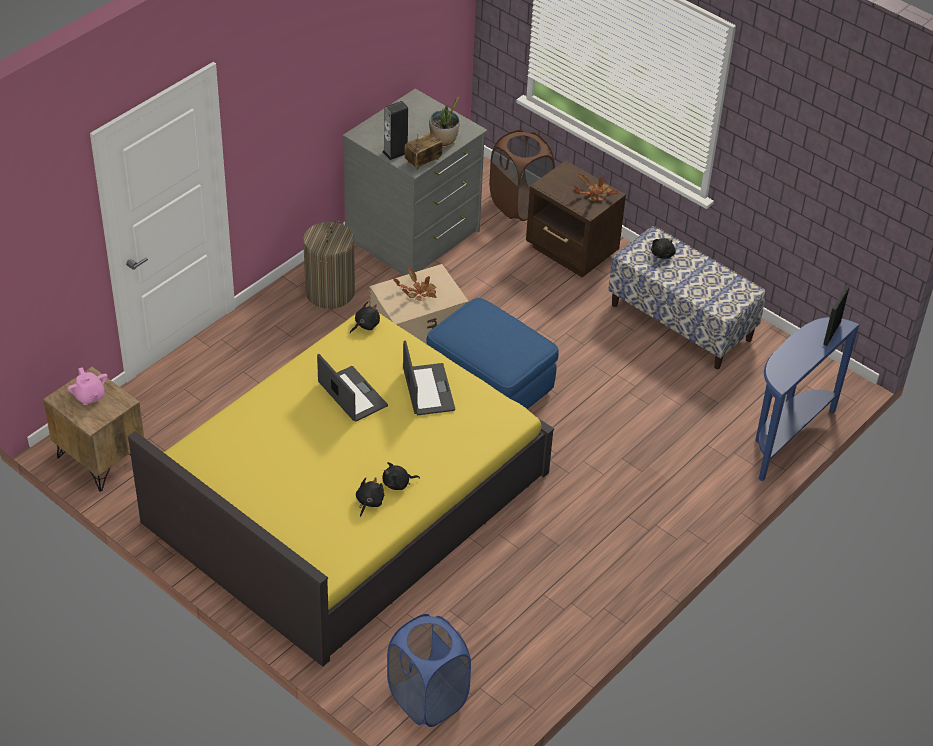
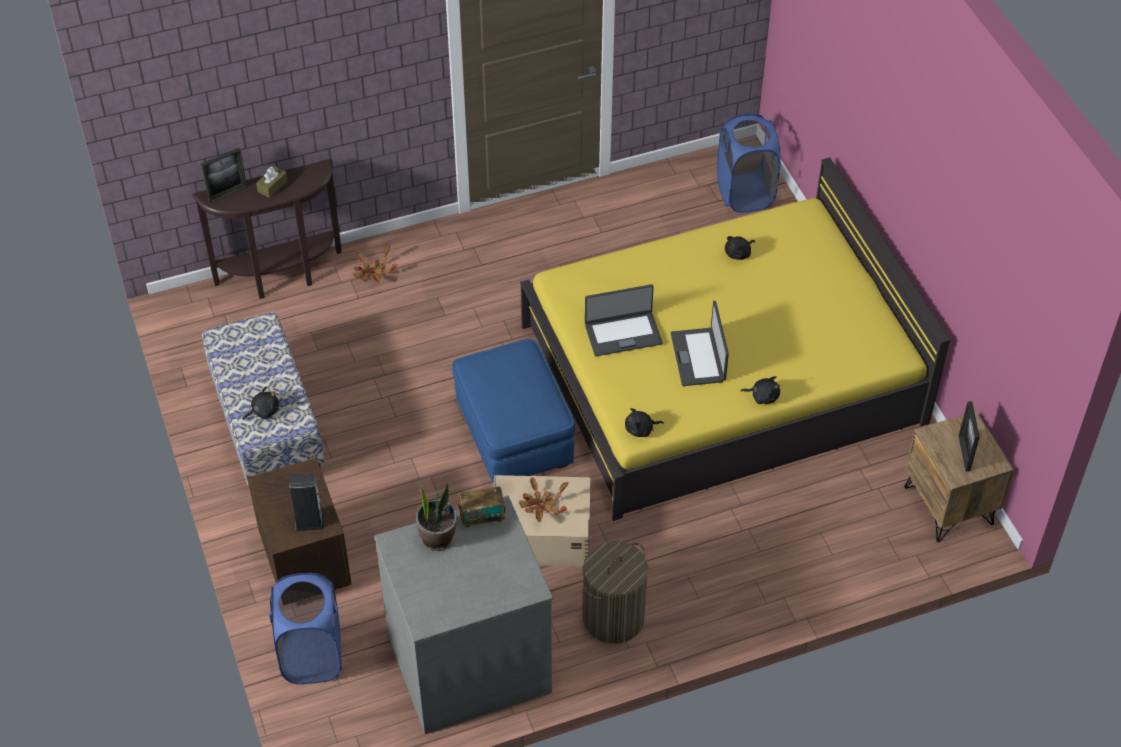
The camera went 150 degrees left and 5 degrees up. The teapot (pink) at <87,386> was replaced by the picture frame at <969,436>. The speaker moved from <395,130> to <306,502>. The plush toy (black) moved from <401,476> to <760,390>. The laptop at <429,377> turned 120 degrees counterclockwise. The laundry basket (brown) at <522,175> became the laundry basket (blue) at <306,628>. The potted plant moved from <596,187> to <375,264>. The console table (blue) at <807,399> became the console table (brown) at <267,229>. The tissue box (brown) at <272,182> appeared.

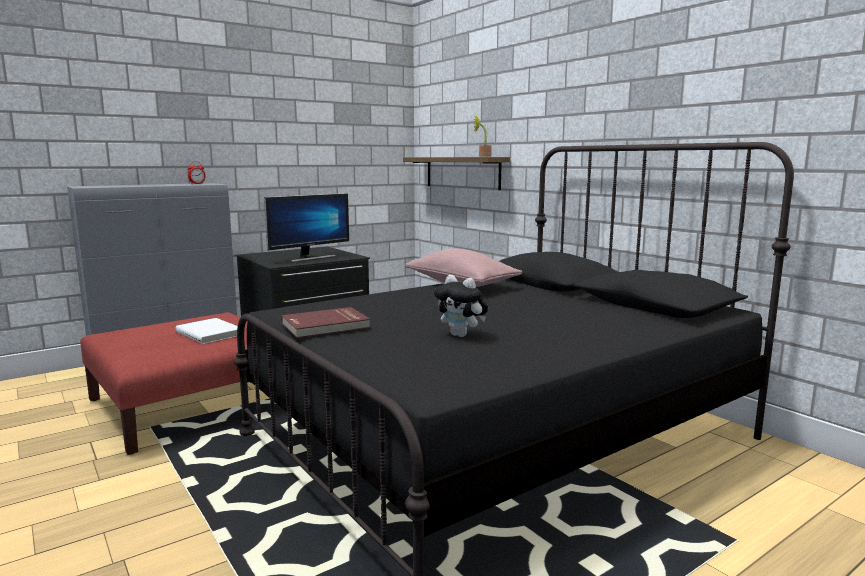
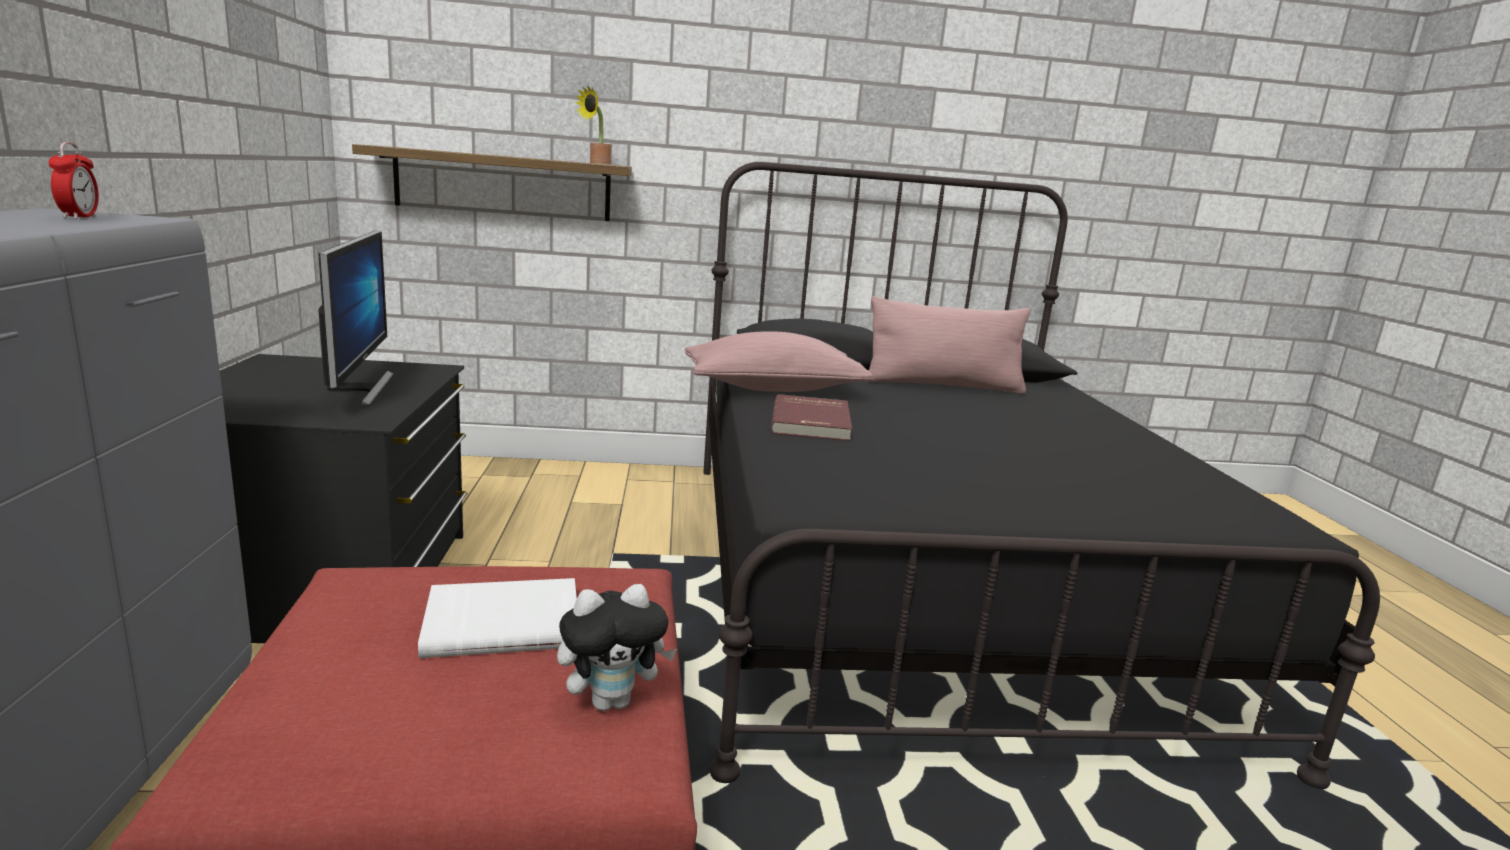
The camera went 60 degrees left and 5 degrees up. The book (red) moved from <326,322> to <811,417>. The plush toy moved from <461,306> to <617,647>. The pillow (pink) at <947,345> appeared.

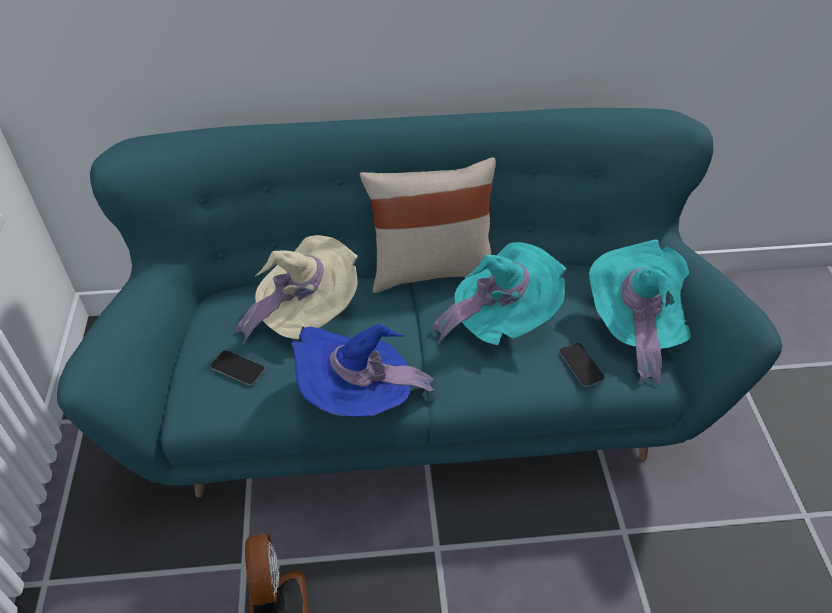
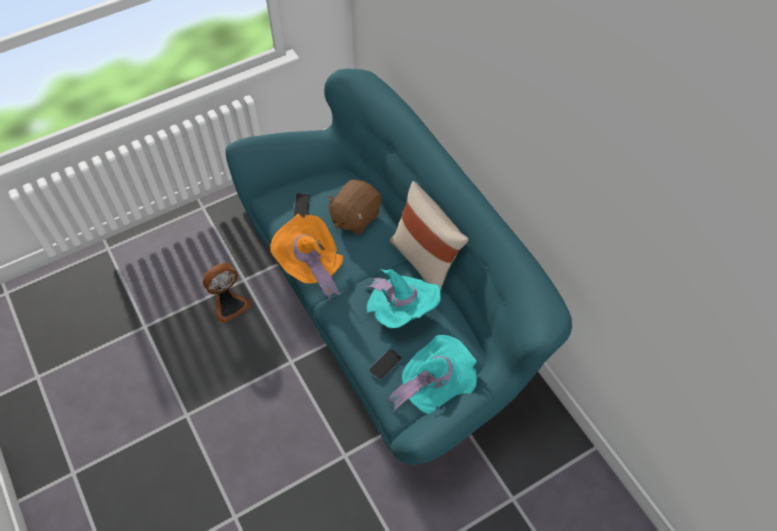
The camera went 65 degrees right and 10 degrees up. The hat (beige) at <296,290> was replaced by the plush toy (brown) at <354,207>. The hat (blue) at <365,370> became the hat (orange) at <306,257>.

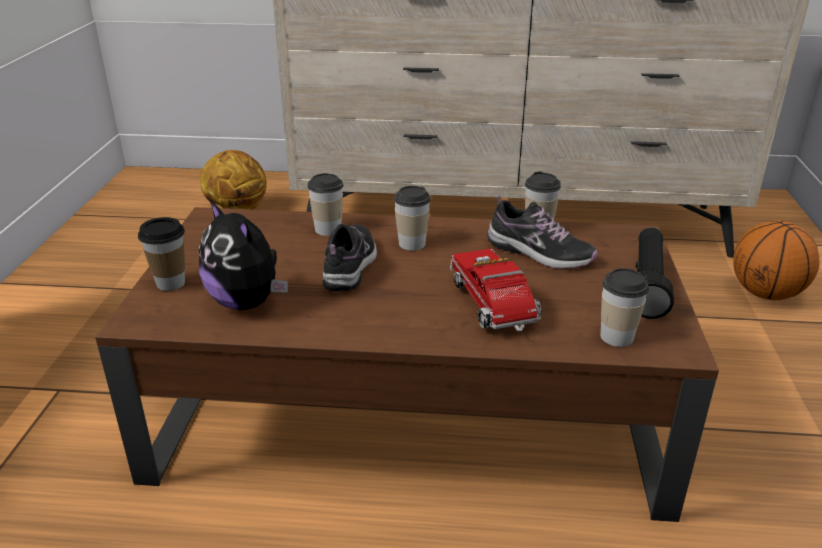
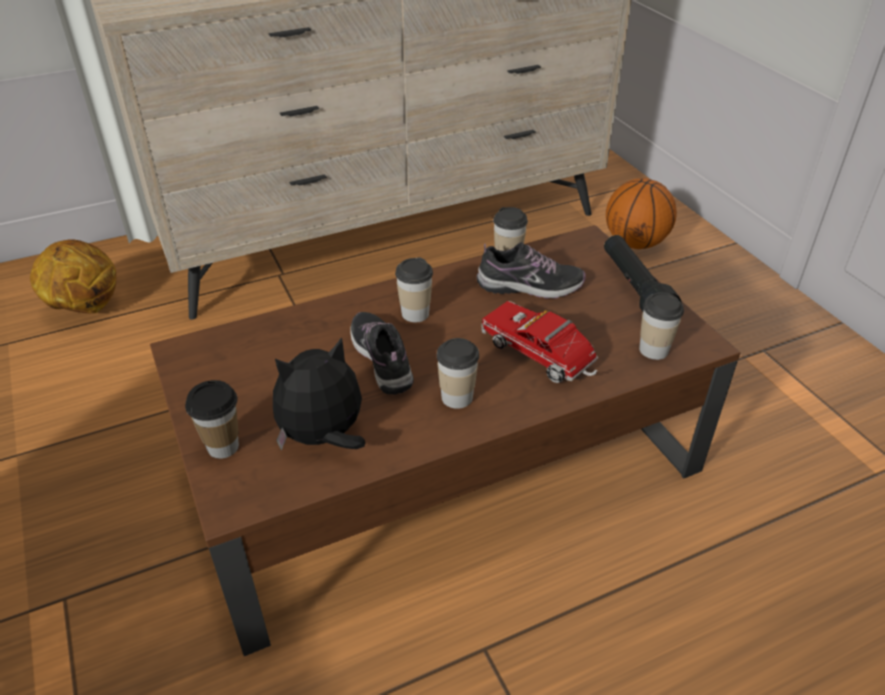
The camera went 30 degrees left and 10 degrees up. The plush toy at <243,254> turned 135 degrees clockwise. The cup moved from <325,204> to <458,373>.

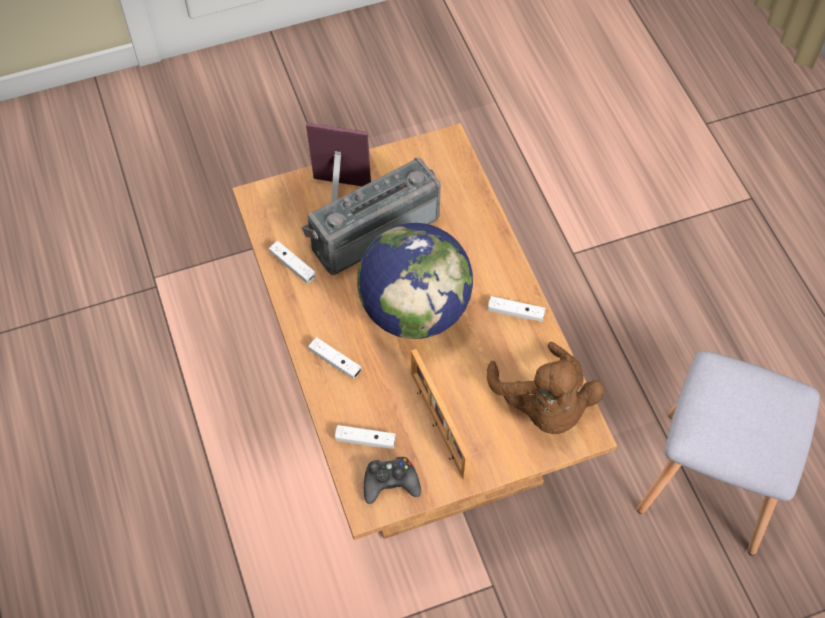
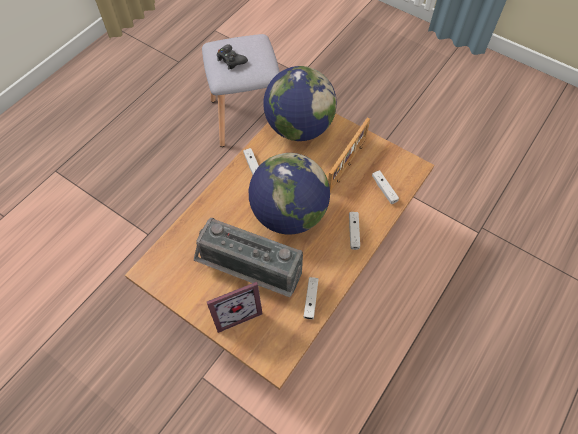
The camera went 125 degrees left and 0 degrees up. The picture frame at <338,162> turned 90 degrees counterclockwise. The game controller (black) moved from <392,480> to <232,57>. The plush toy (brown) at <546,388> was replaced by the globe at <300,103>.

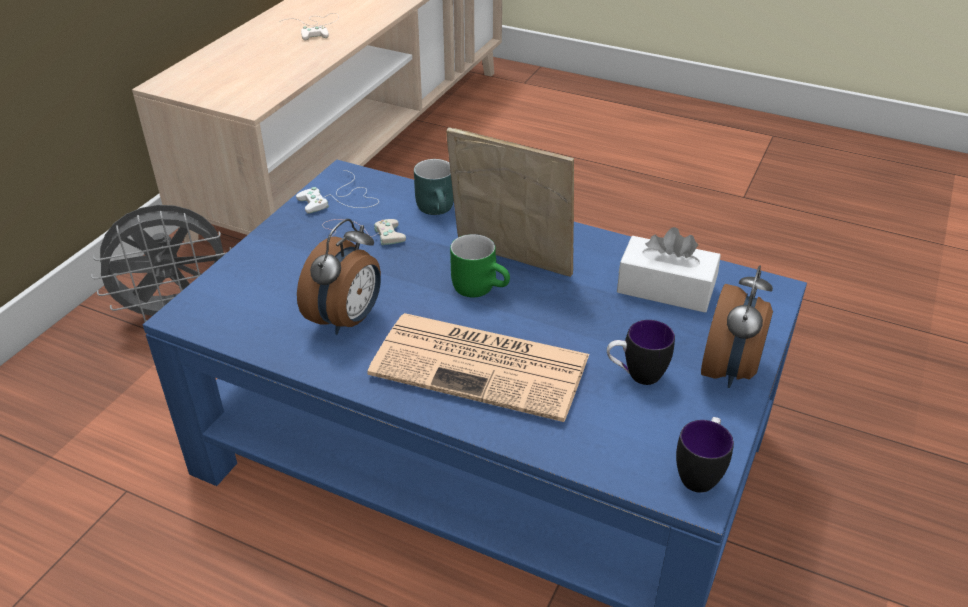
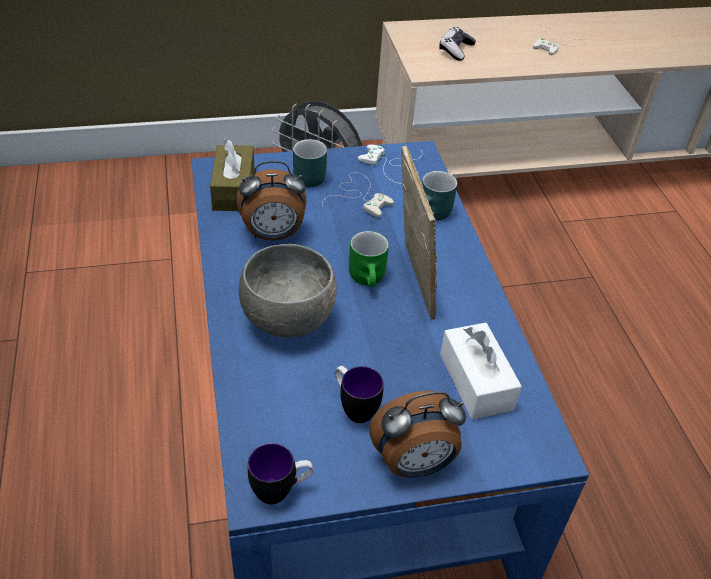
The camera went 50 degrees right and 5 degrees up. The newspaper at <479,367> was replaced by the bowl (grey) at <288,291>. The tissue box (brown) at <232,175> appeared. The mug (turquoise) at <310,163> appeared. The game controller at <457,44> appeared.

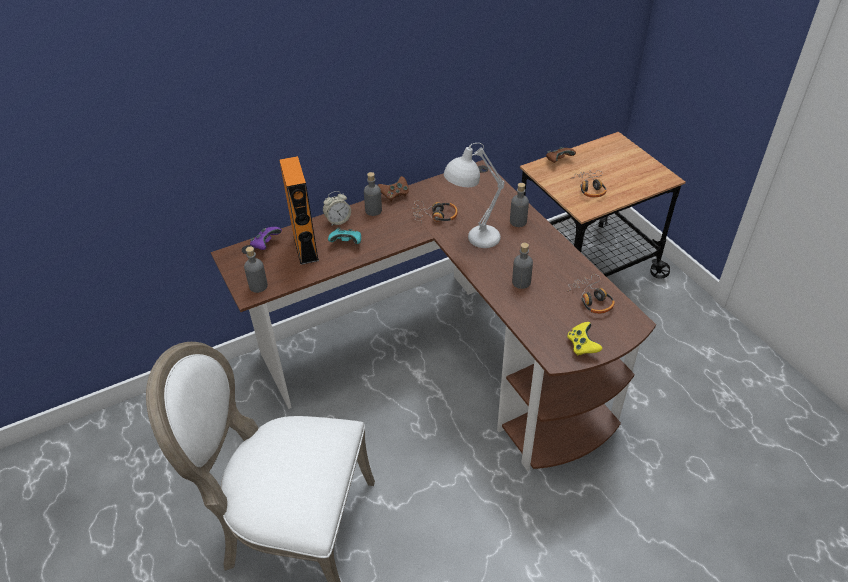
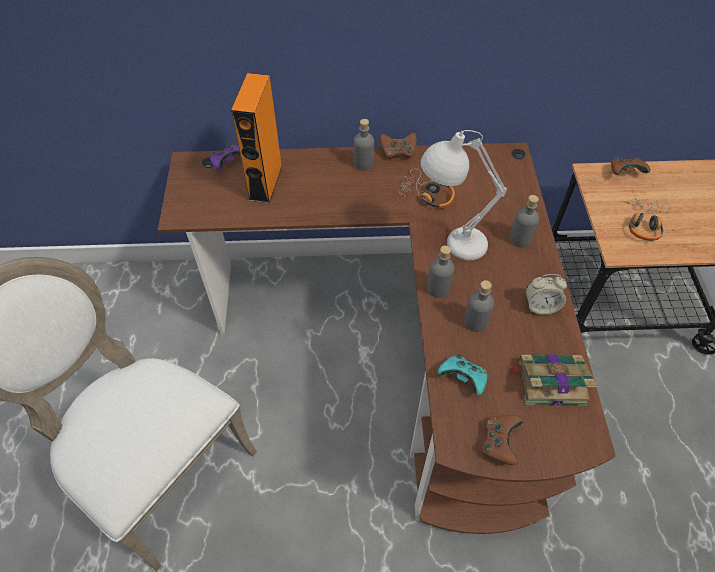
The camera went 25 degrees right and 10 degrees up. The bottle (grey) moved from <256,270> to <440,272>. The alarm clock moved from <337,208> to <546,294>. The game controller (turquoise) moved from <344,236> to <462,374>. The headphones at <590,294> was replaced by the book at <553,380>. The game controller (yellow) at <585,339> became the game controller (brown) at <503,440>.

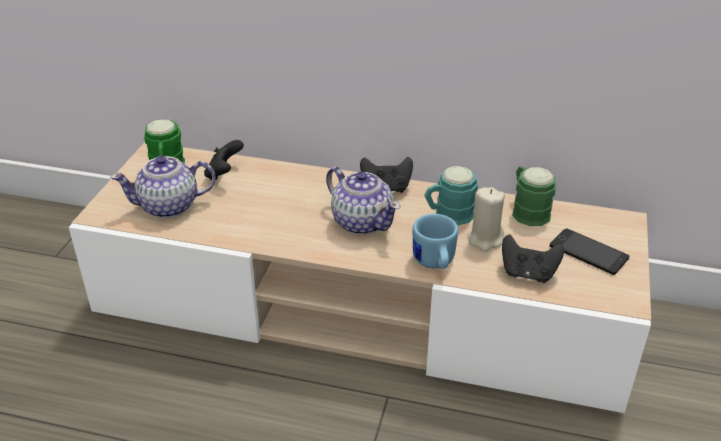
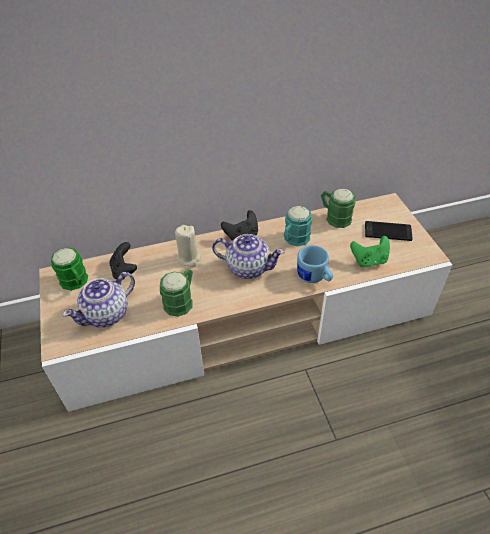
The camera went 30 degrees left and 10 degrees up. The candle (beige) moved from <486,219> to <188,246>. The game controller (black) at <533,259> became the game controller (green) at <370,251>. The mug (green) at <176,293> appeared.

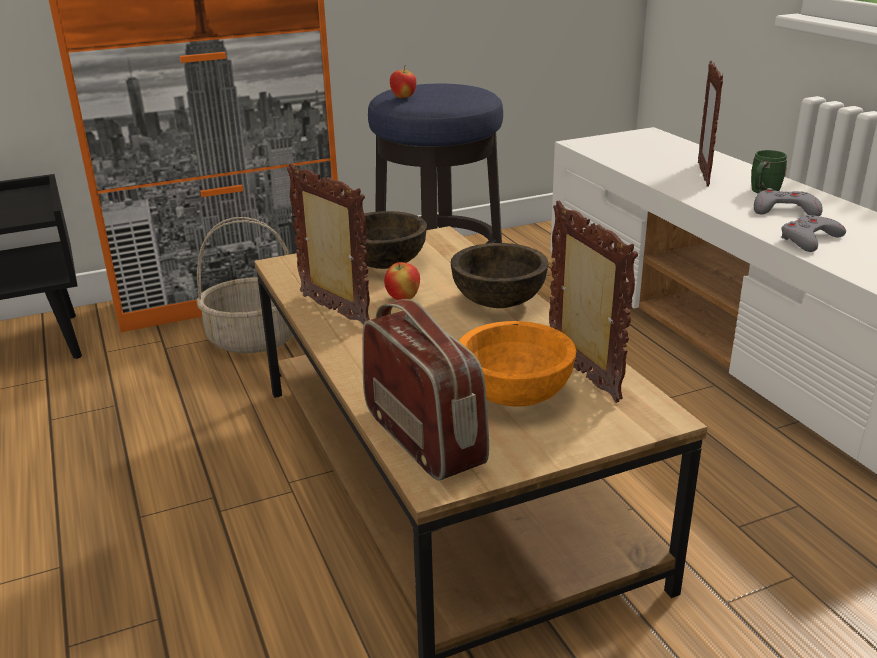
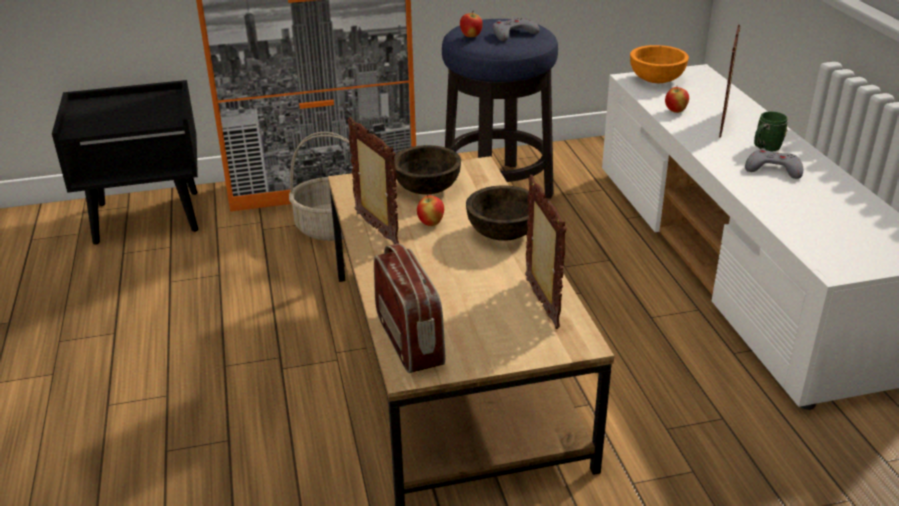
The camera went 10 degrees right and 5 degrees up. The bowl (orange) moved from <517,364> to <659,64>. The game controller (grey) moved from <813,233> to <516,29>. The apple at <677,100> appeared.

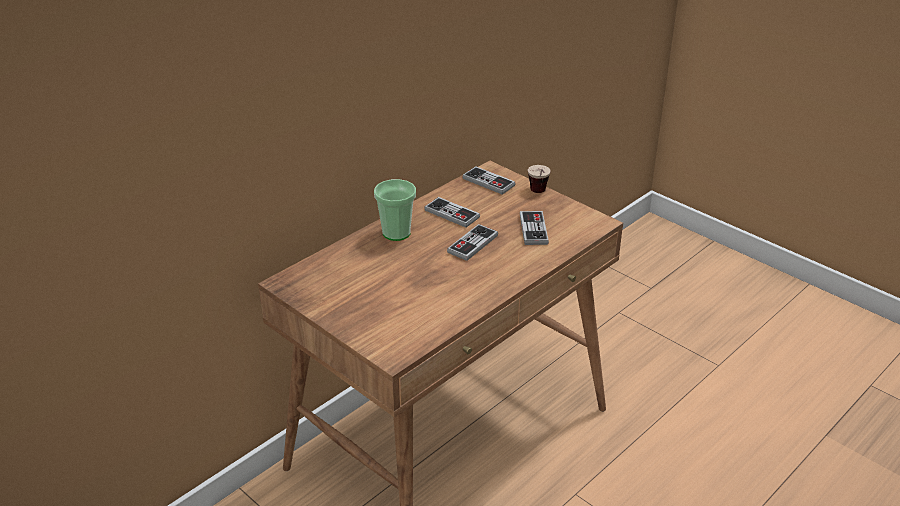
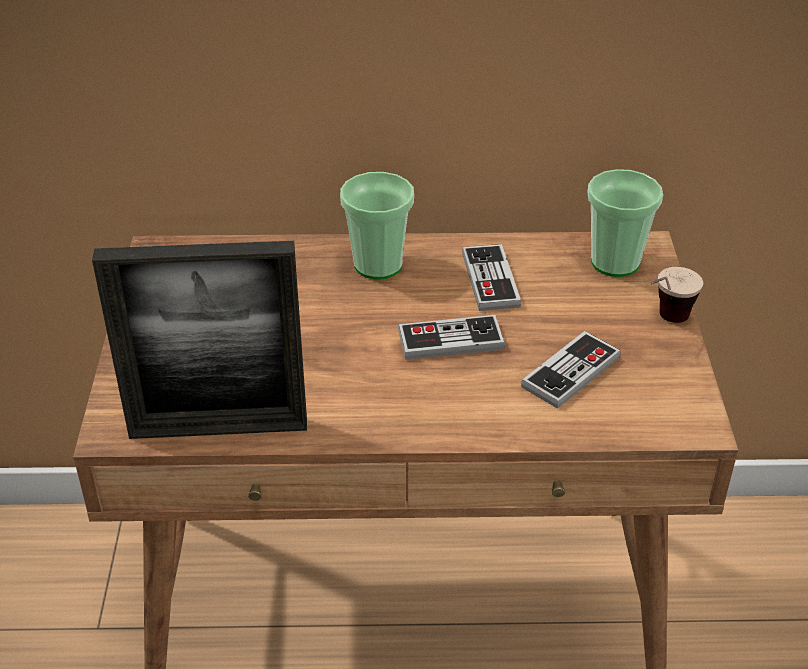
The camera went 45 degrees right and 5 degrees up. The game controller at <489,180> was replaced by the cup at <625,223>. The picture frame at <199,340> appeared.

